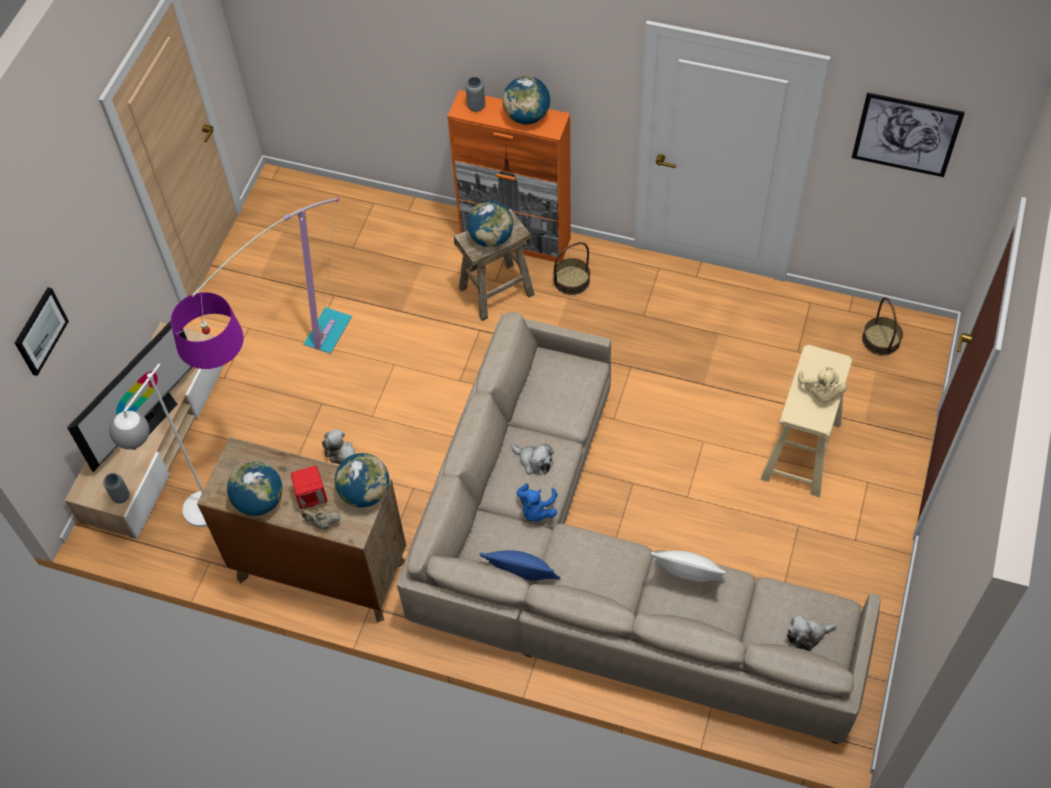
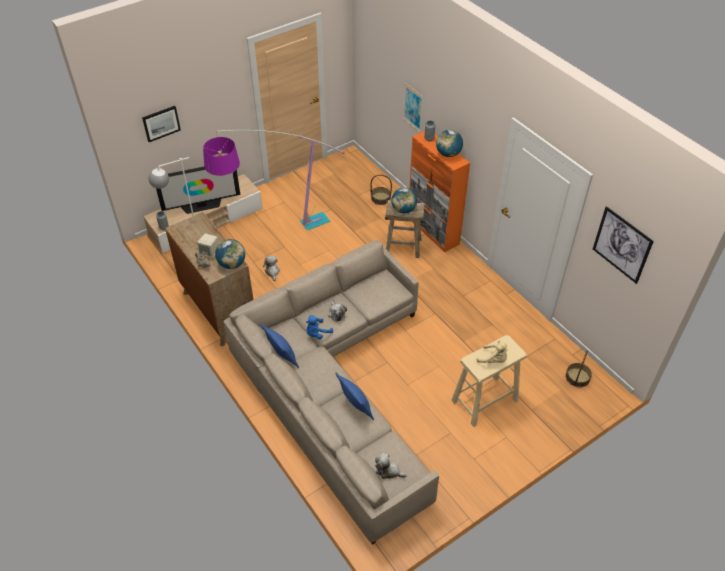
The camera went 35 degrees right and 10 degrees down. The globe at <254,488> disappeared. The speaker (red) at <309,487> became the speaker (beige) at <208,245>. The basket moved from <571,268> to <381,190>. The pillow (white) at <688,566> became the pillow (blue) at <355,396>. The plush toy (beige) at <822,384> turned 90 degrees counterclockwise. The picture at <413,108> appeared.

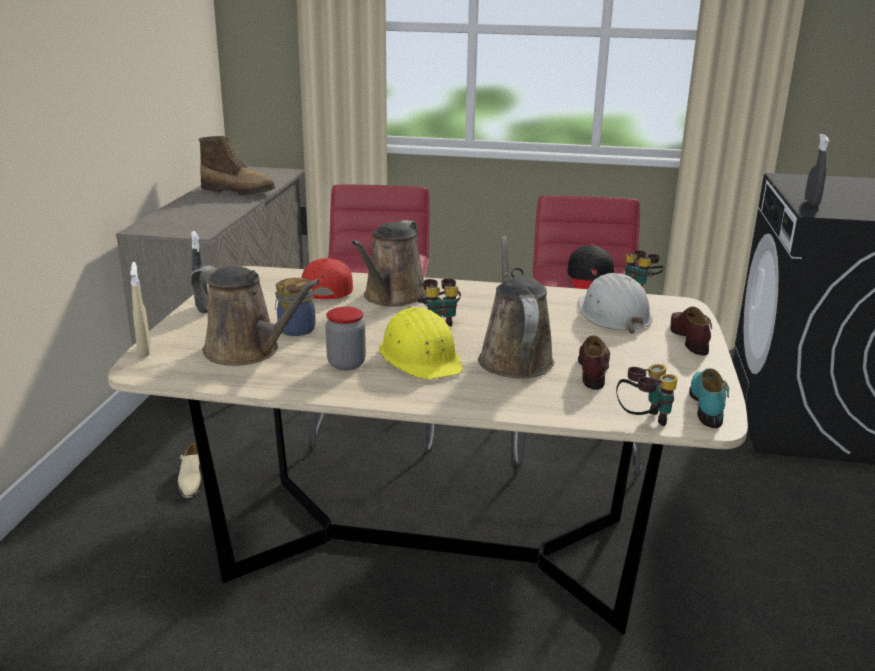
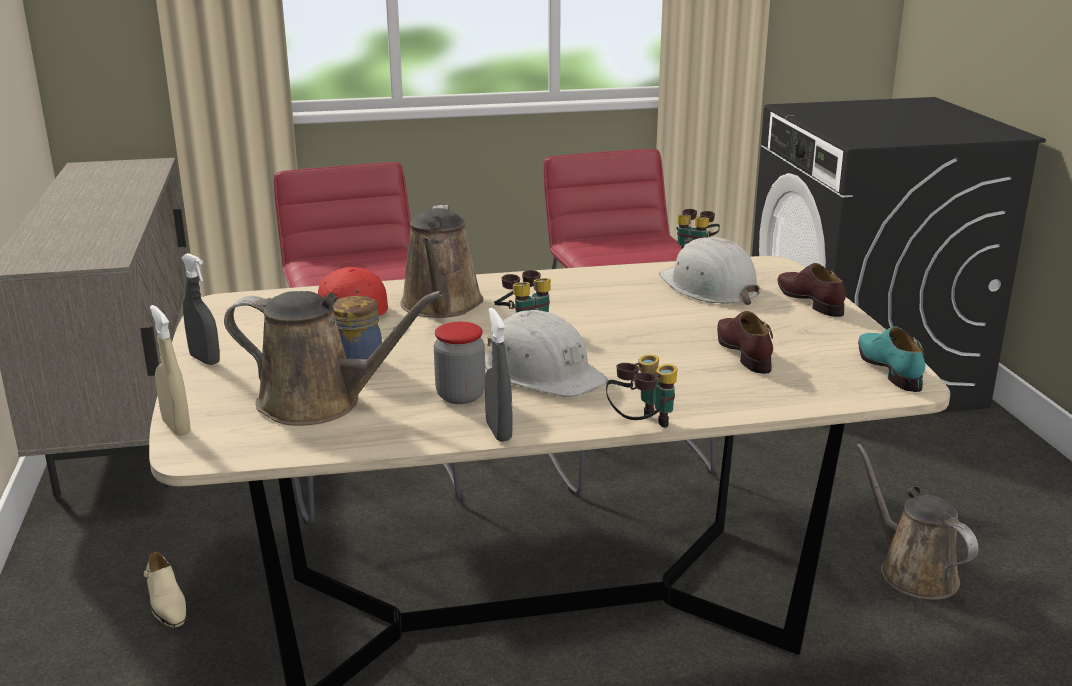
The camera went 20 degrees left and 0 degrees up. The boot at <236,165> disappeared. The hard hat (yellow) at <421,343> became the hard hat (white) at <546,353>. The watering can (brown) moved from <516,307> to <917,521>. The cap (black) at <590,266> disappeared. The binoculars moved from <647,395> to <641,391>. The spray bottle (grey) moved from <817,170> to <498,374>.

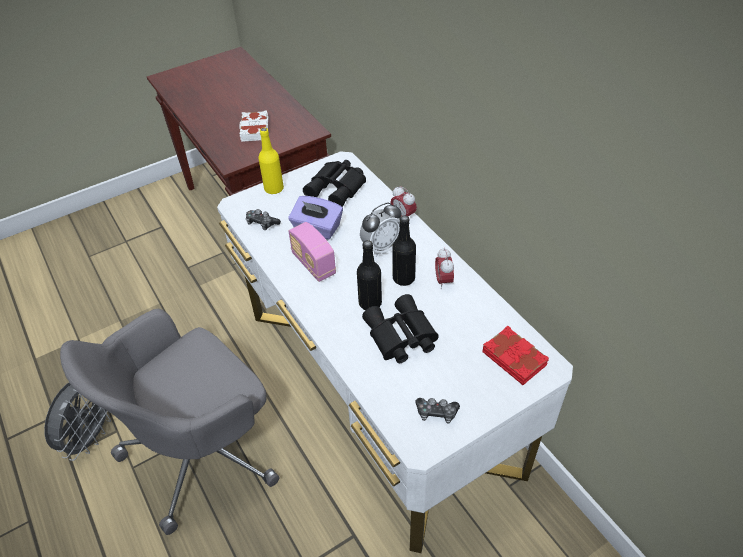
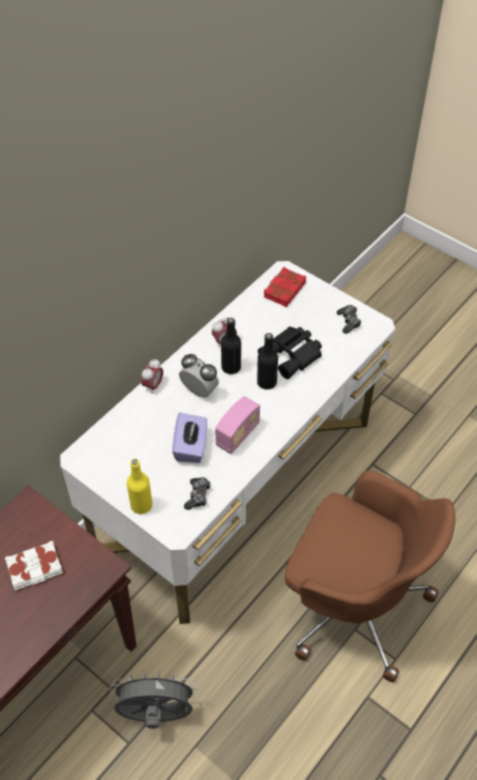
The camera went 110 degrees left and 5 degrees up. The fan (grey) moved from <77,422> to <154,700>. The office chair (grey) at <169,422> became the office chair (brown) at <370,576>. The binoculars (black) at <334,183> disappeared.

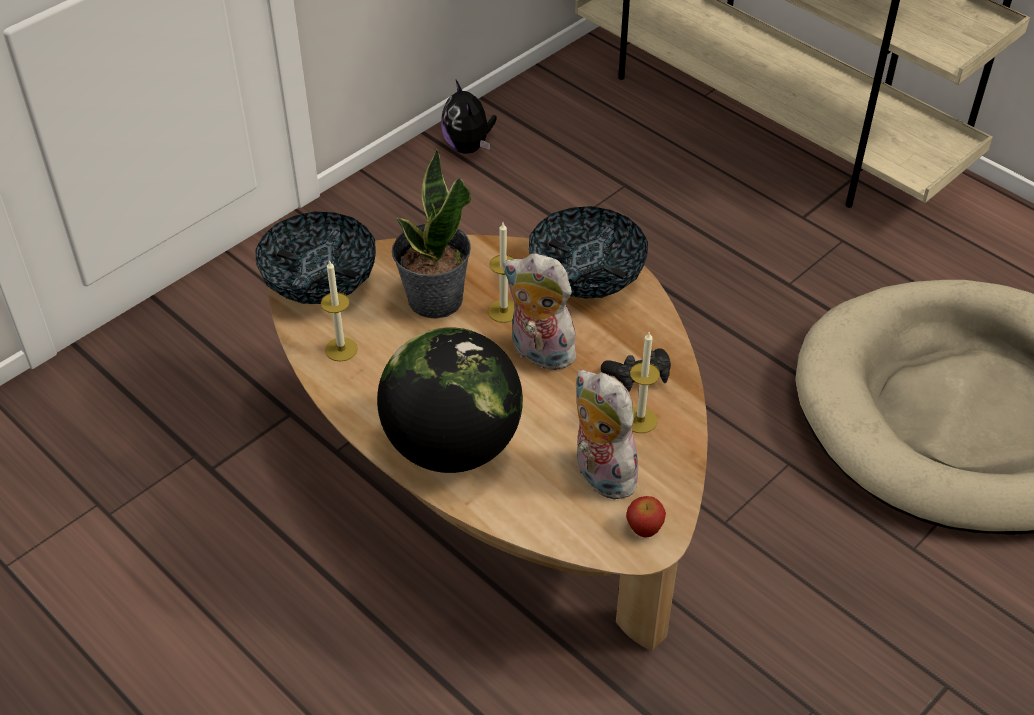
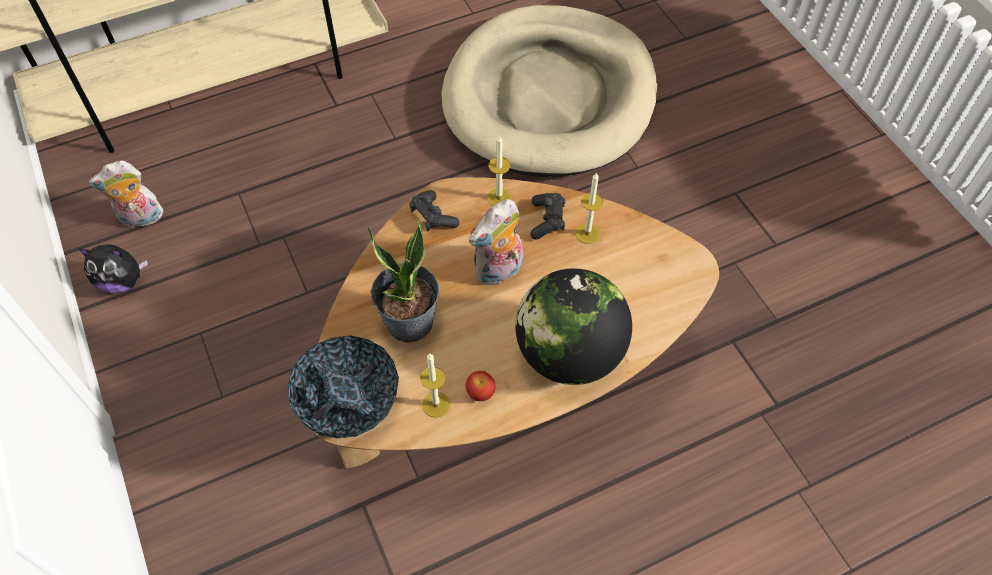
The camera went 70 degrees left and 10 degrees up. The candle moved from <501,273> to <499,171>. The bowl at <588,252> was replaced by the game controller (black) at <434,210>. The plush toy moved from <607,435> to <126,194>. The apple moved from <646,517> to <480,386>.

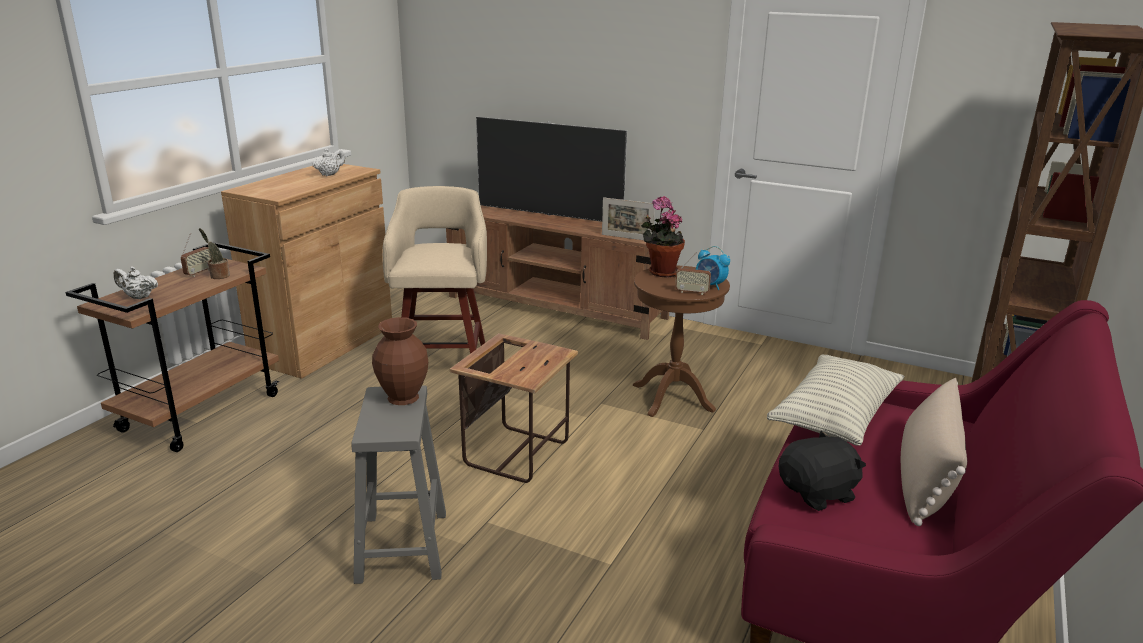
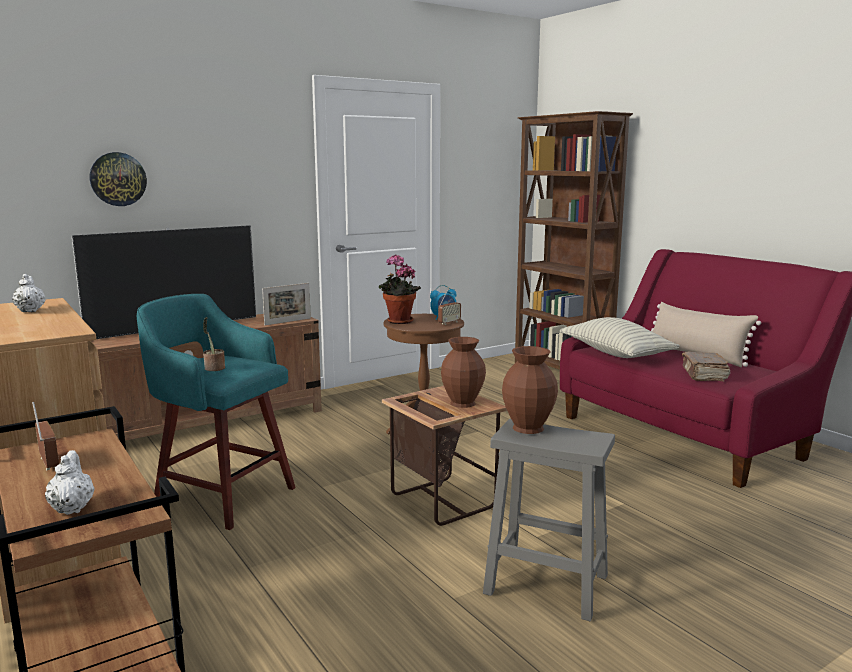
The camera went 60 degrees left and 10 degrees down. The teapot (white) at <136,282> turned 120 degrees clockwise. The potted plant moved from <214,253> to <214,344>. The stool (beige) at <434,270> became the stool (turquoise) at <216,412>. The plush toy (black) at <822,470> was replaced by the book (brown) at <706,366>. The wall clock at <118,179> appeared. The vase (brown) at <463,372> appeared.

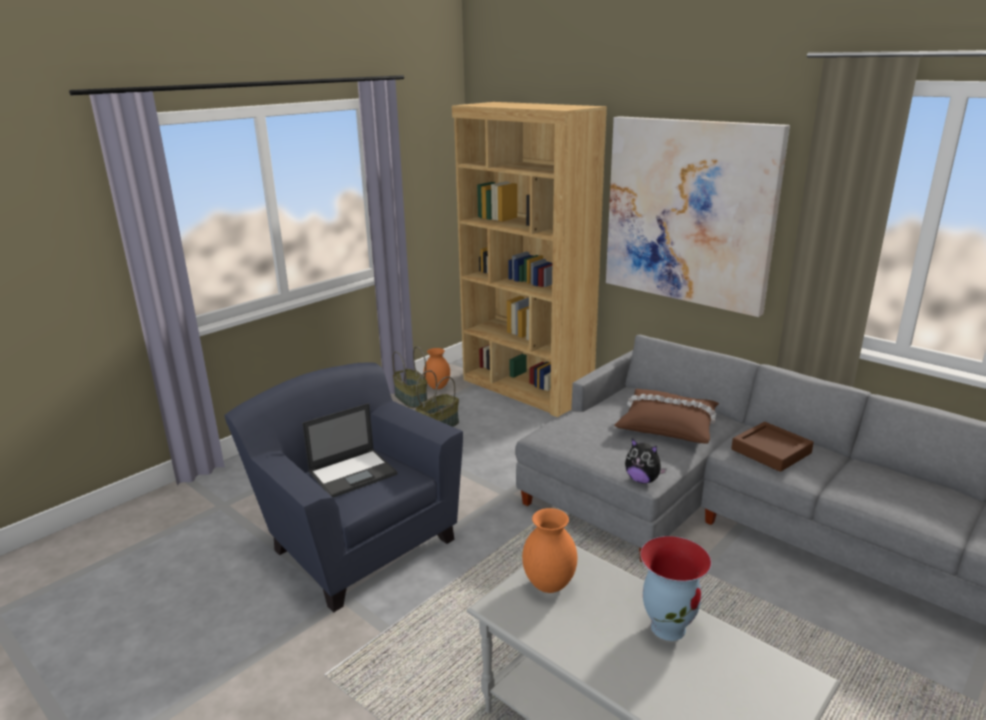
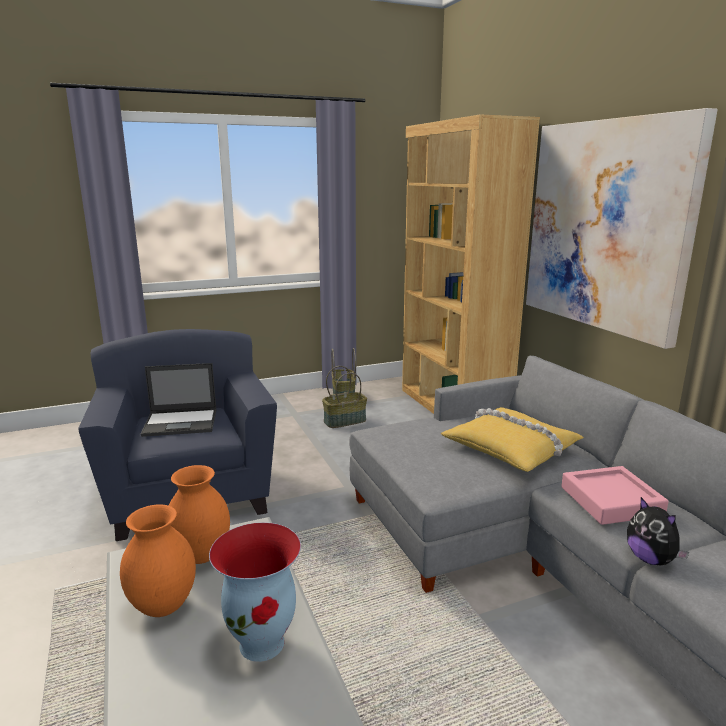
The camera went 25 degrees right and 5 degrees down. The vase (orange) moved from <437,368> to <158,560>. The pillow (brown) at <666,416> became the pillow (yellow) at <512,439>. The plush toy moved from <646,461> to <658,531>. The tray (brown) at <772,447> became the tray (pink) at <615,495>.

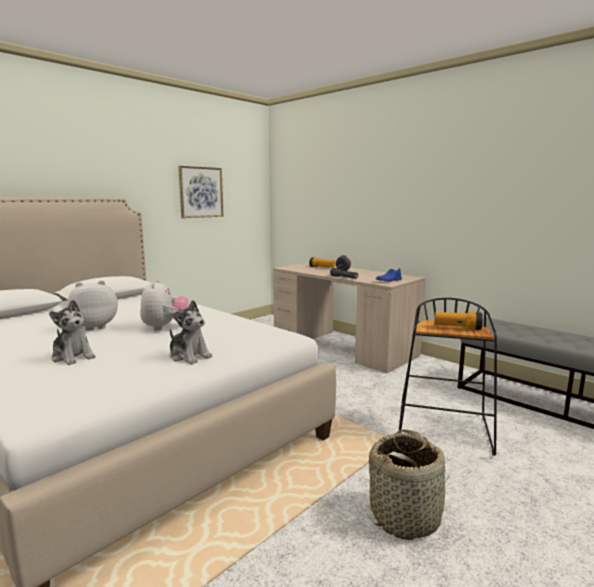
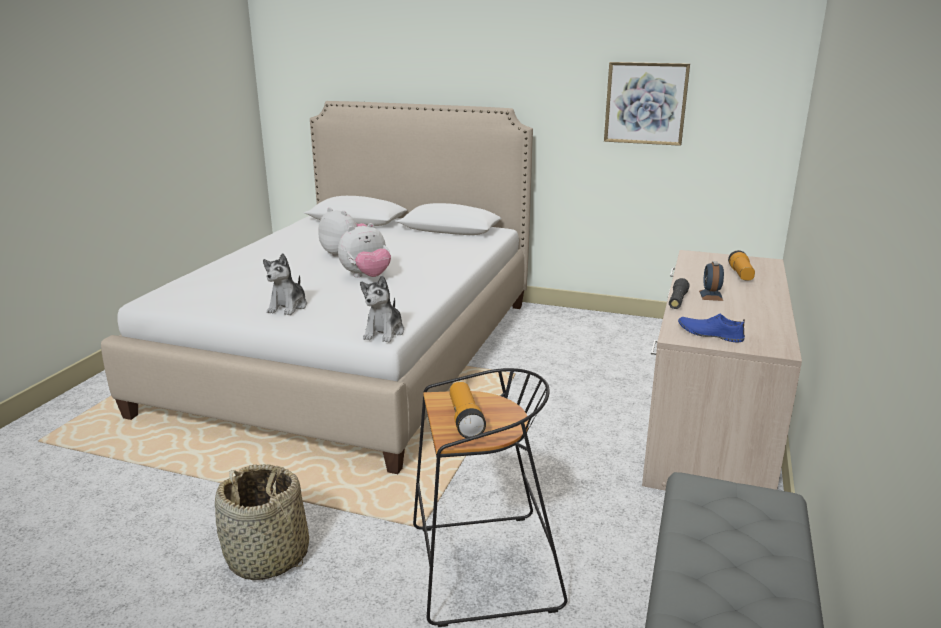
The camera went 65 degrees right and 10 degrees up. The plush toy moved from <72,332> to <382,308>.

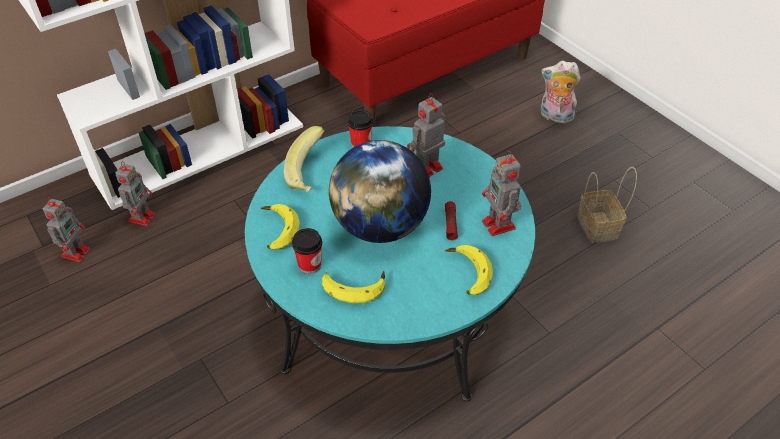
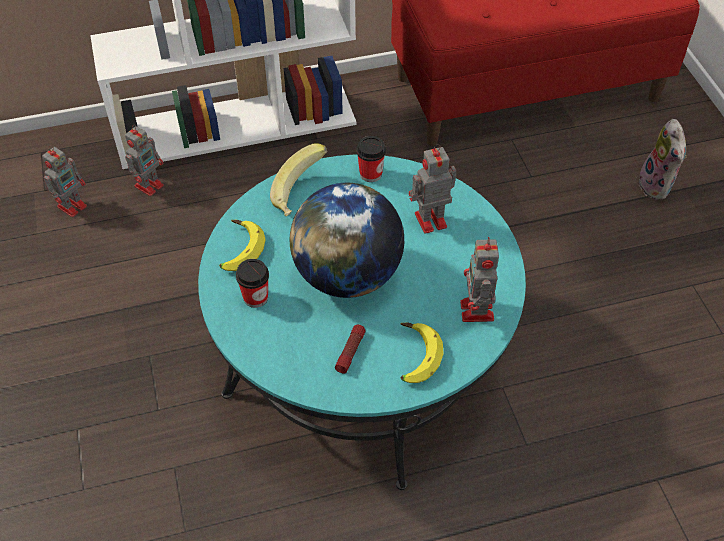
The camera went 20 degrees right and 5 degrees up. The banana at <353,286> disappeared. The flashlight moved from <451,220> to <350,348>. The plush toy at <561,92> turned 135 degrees counterclockwise. The basket at <607,205> disappeared.

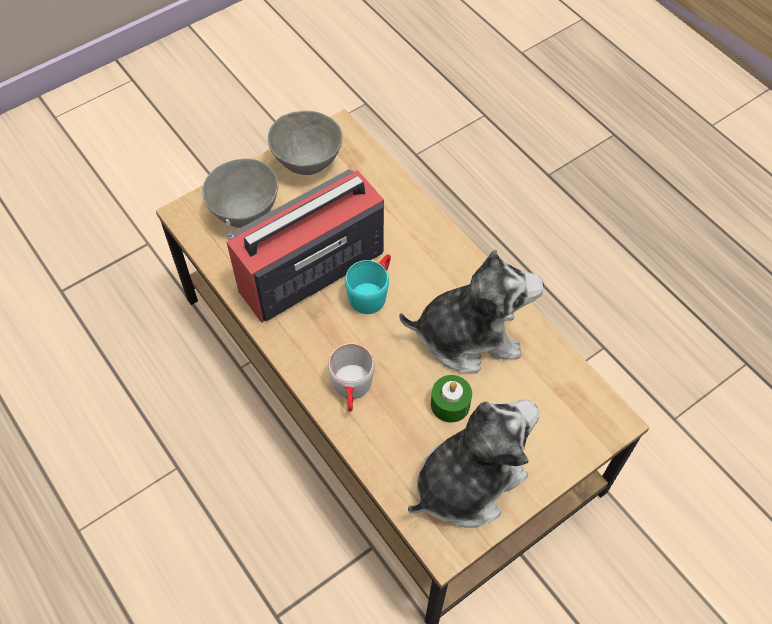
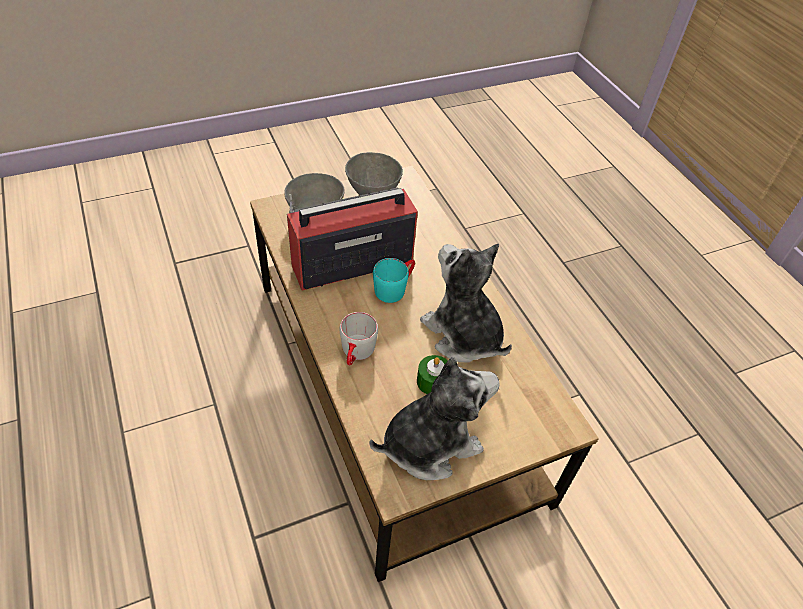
The camera went 10 degrees right and 10 degrees down. The plush toy at <471,311> turned 135 degrees counterclockwise.

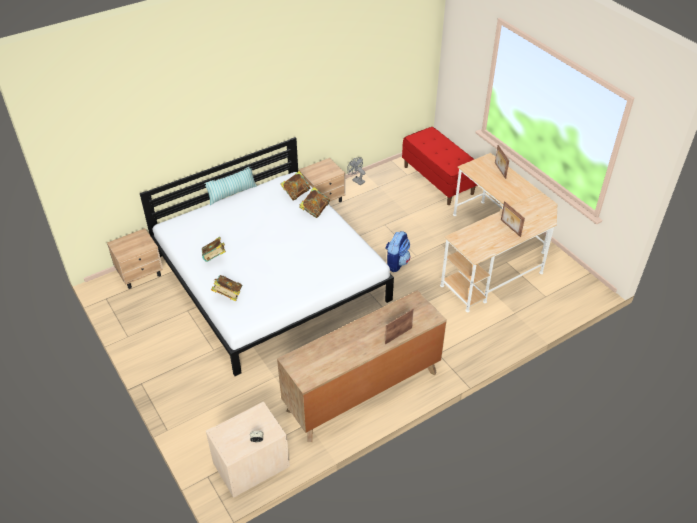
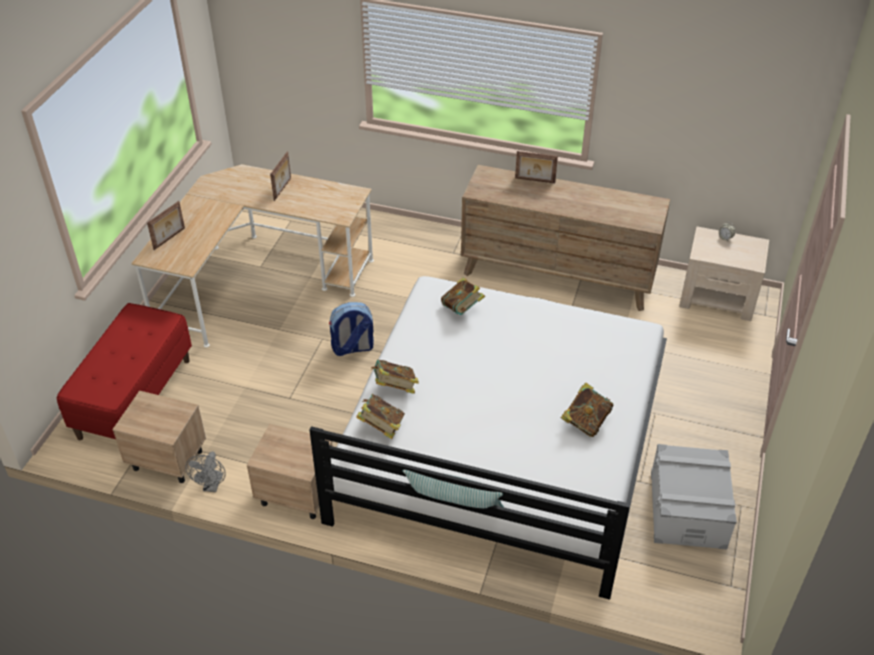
The camera went 130 degrees left and 0 degrees up. The nightstand (beige) moved from <135,258> to <159,436>. The book moved from <226,288> to <463,296>. The storage box (grey) at <694,497> appeared.

